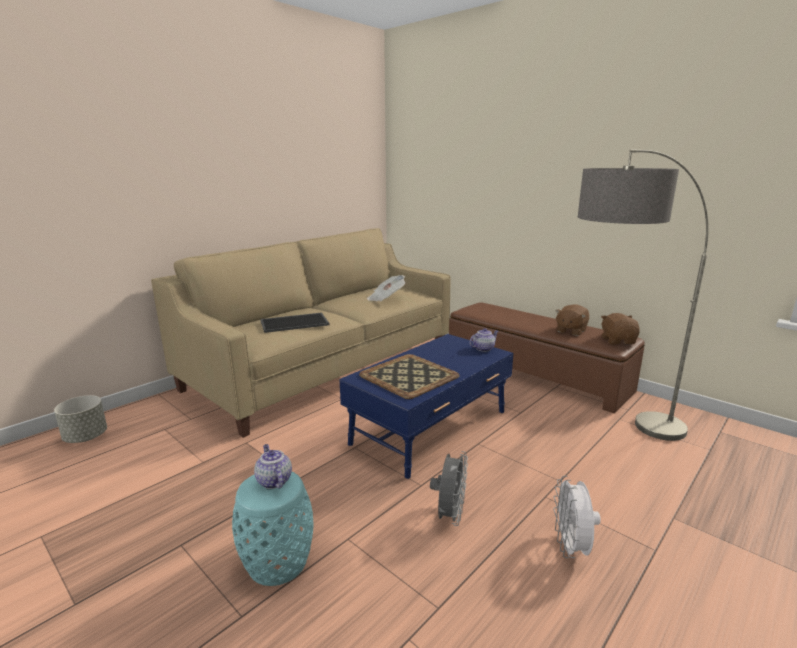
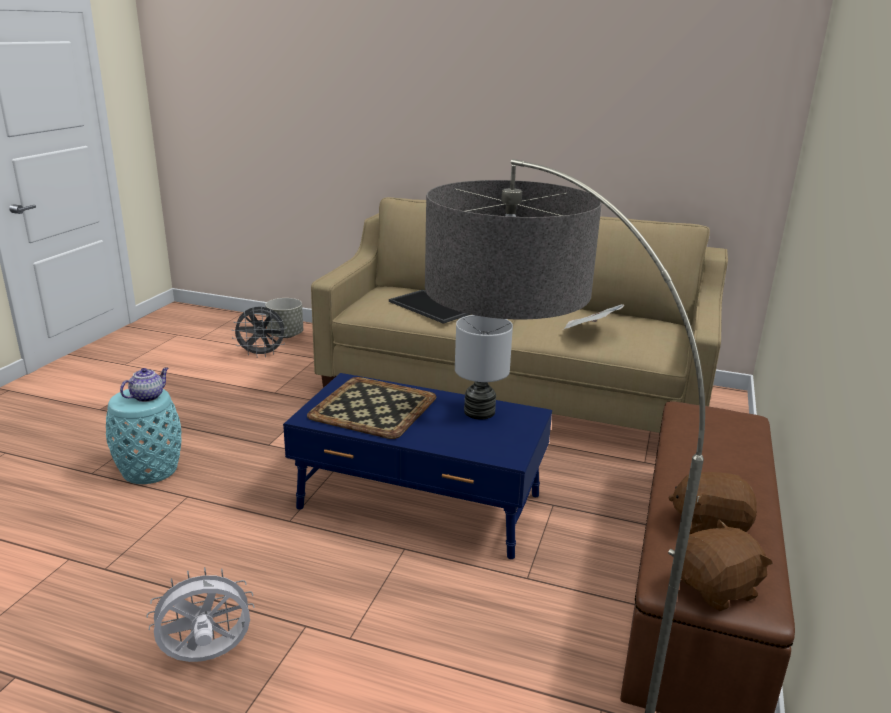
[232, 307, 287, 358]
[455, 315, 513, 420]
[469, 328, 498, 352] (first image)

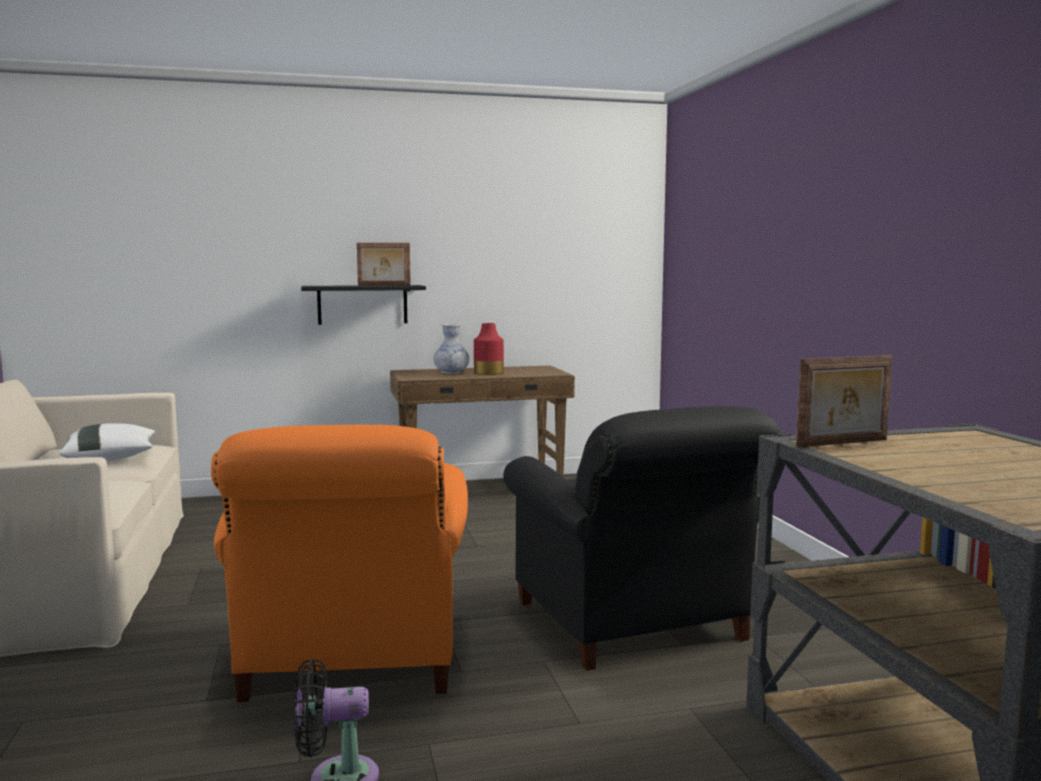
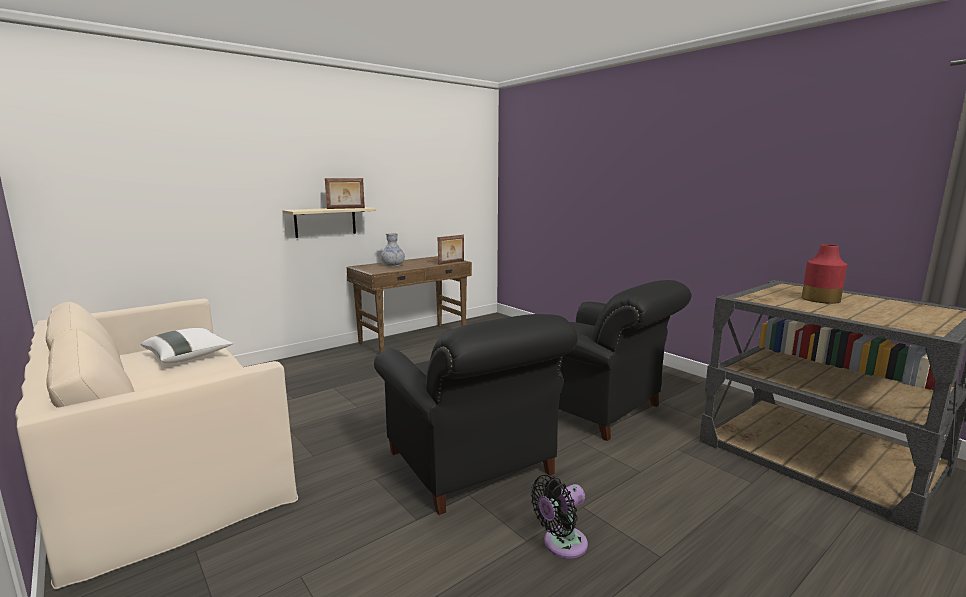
[282, 207, 376, 238]
[374, 314, 578, 515]
[438, 235, 464, 265]
[802, 244, 847, 304]

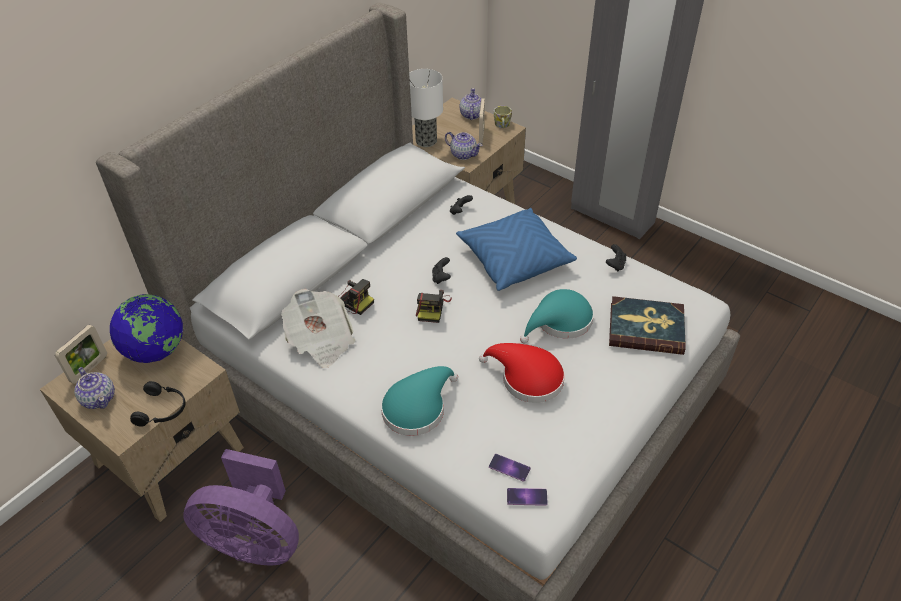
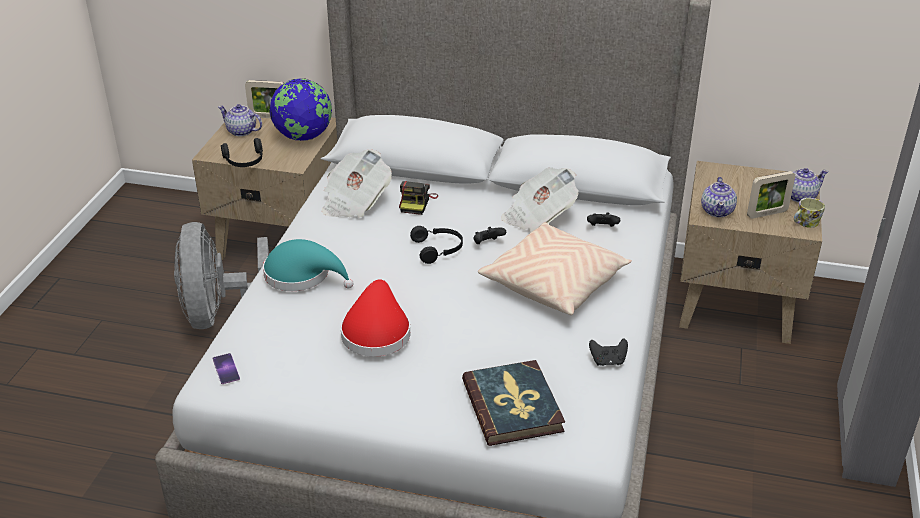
[174, 222, 269, 329]
[218, 104, 262, 136]
[410, 226, 463, 264]
[478, 222, 632, 315]
[501, 167, 579, 232]
[409, 69, 443, 147] (first image)
[489, 454, 531, 482] (first image)
[520, 289, 594, 343] (first image)

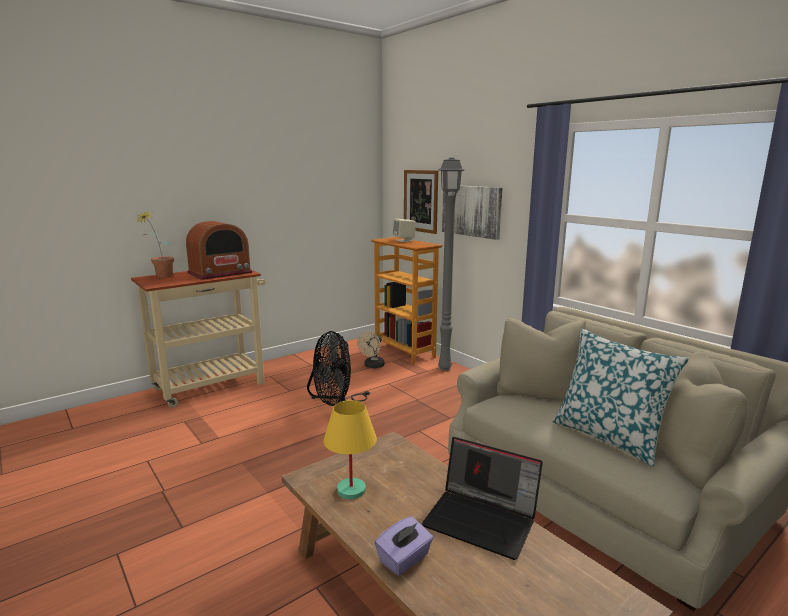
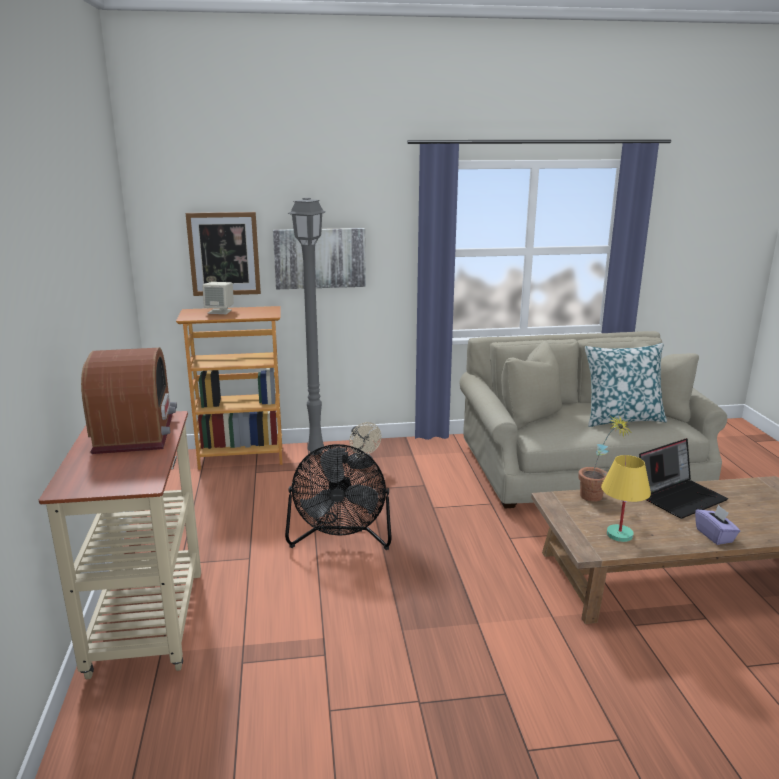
[348, 422, 381, 469]
[578, 416, 630, 502]

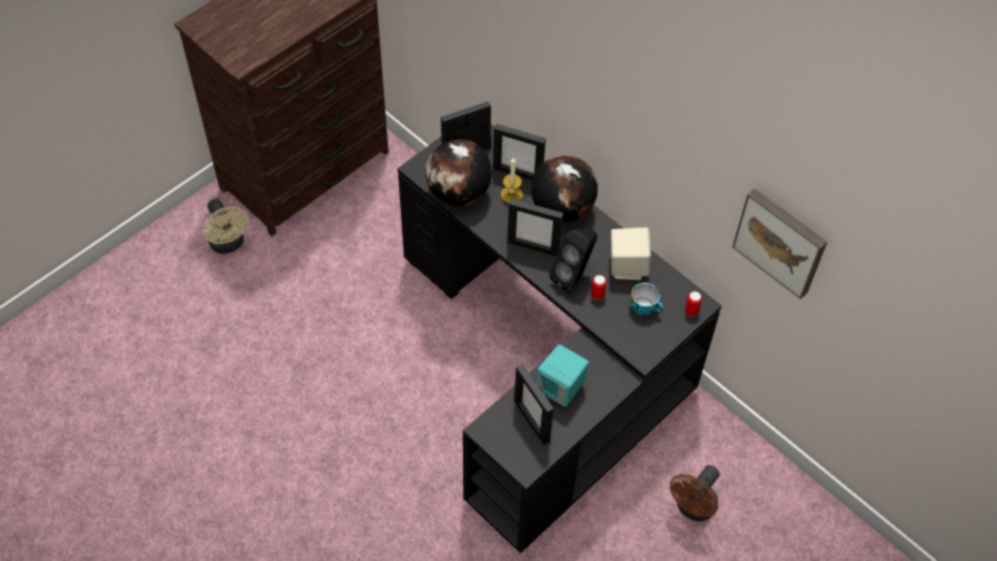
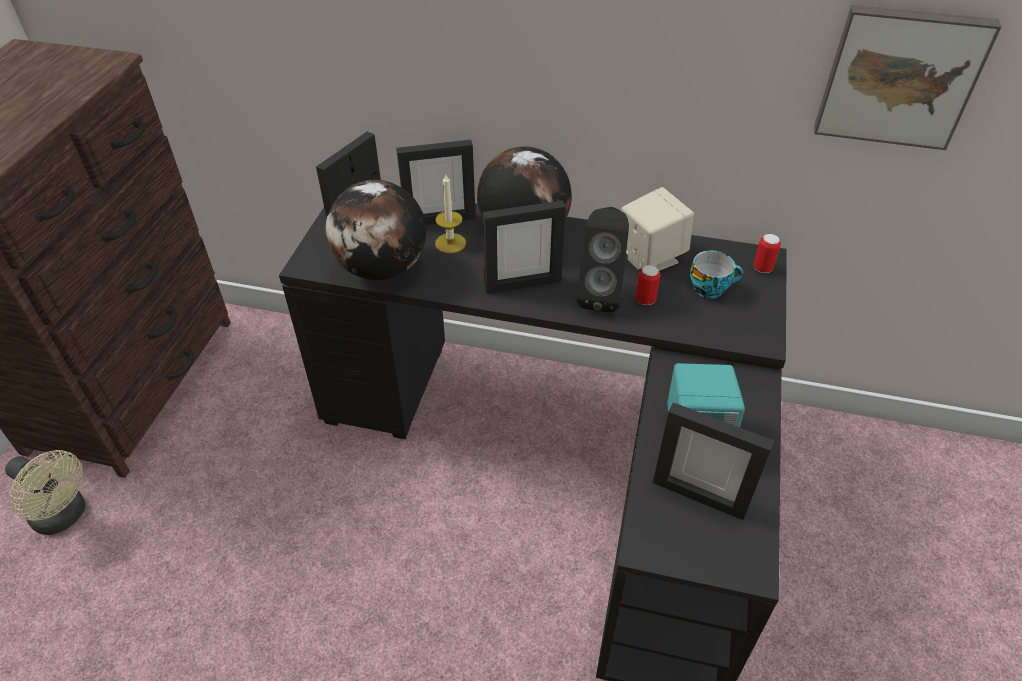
[670, 465, 720, 521] (first image)

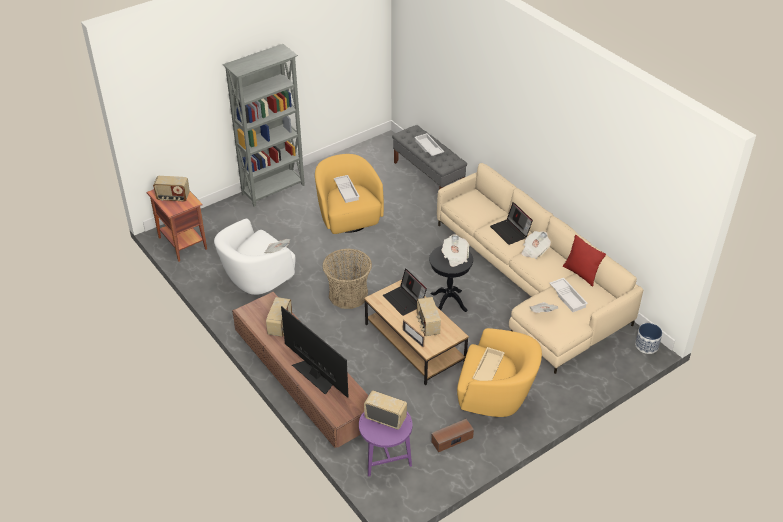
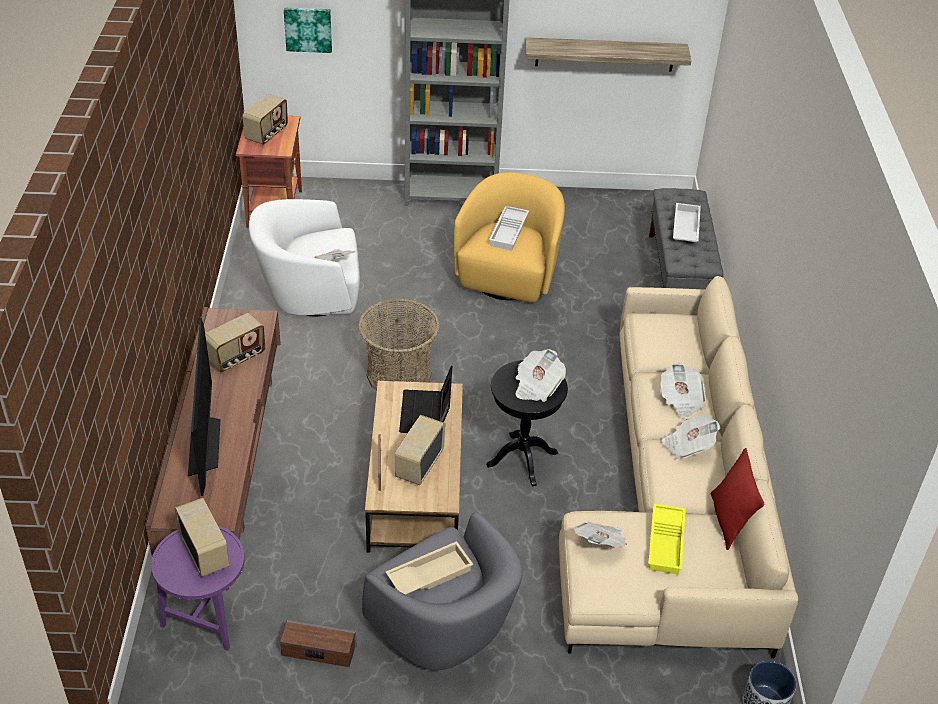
[242, 94, 288, 145]
[284, 7, 332, 53]
[362, 512, 523, 670]
[525, 37, 692, 72]
[648, 504, 686, 575]
[660, 363, 706, 419]

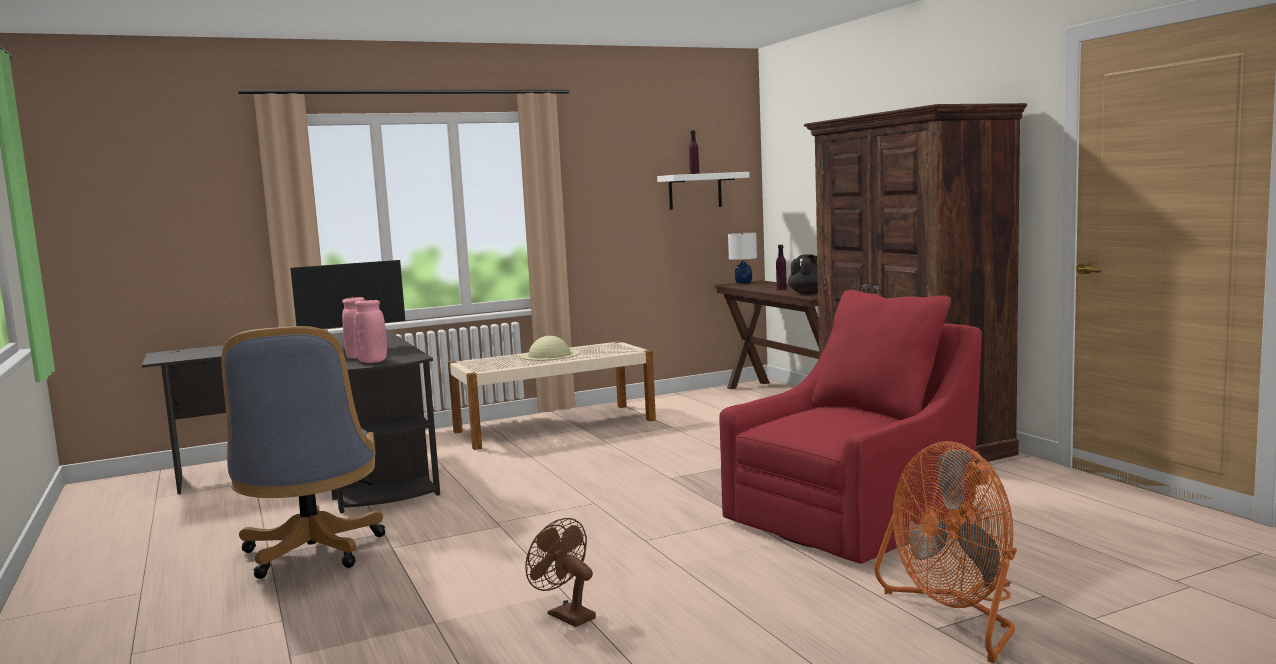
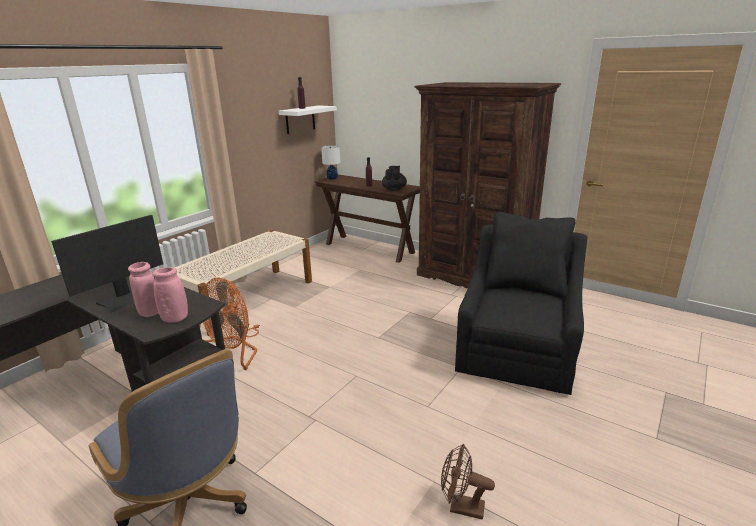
[199, 278, 260, 370]
[455, 212, 587, 395]
[520, 336, 579, 361] (first image)

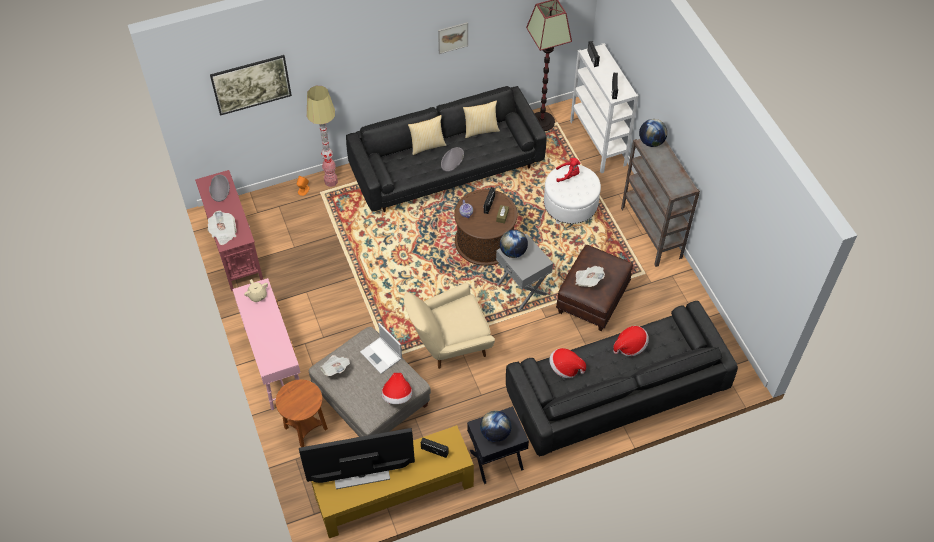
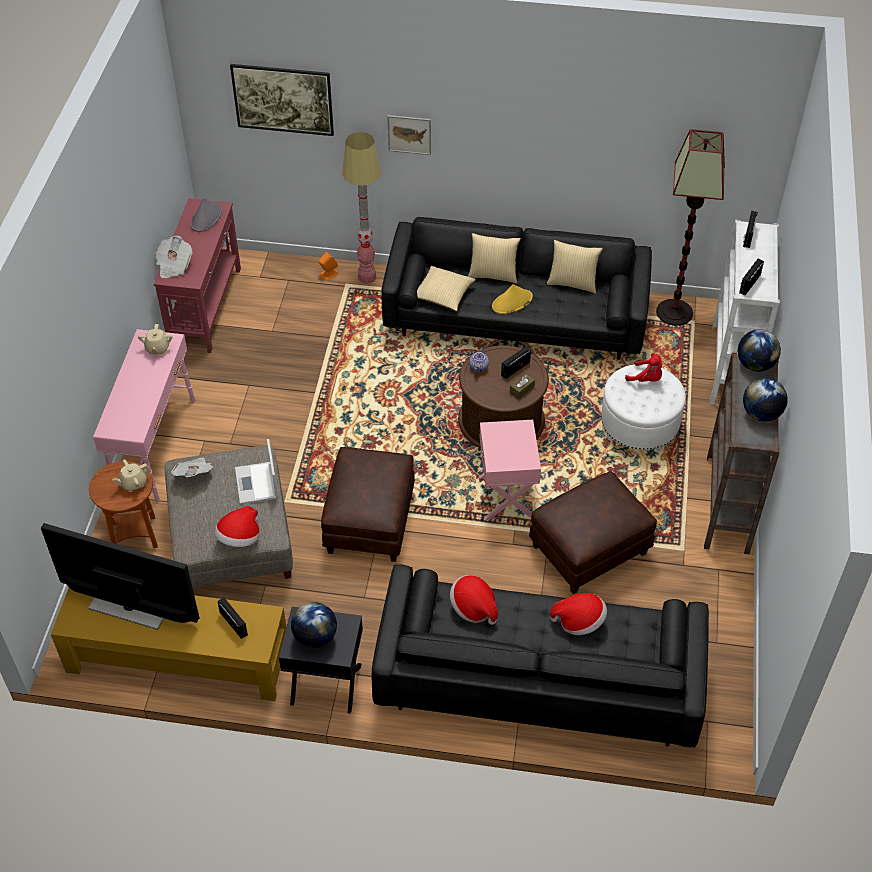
[112, 459, 150, 492]
[321, 447, 415, 562]
[387, 115, 431, 155]
[417, 266, 476, 311]
[479, 420, 541, 520]
[492, 284, 533, 314]
[743, 378, 788, 421]
[575, 266, 605, 287] (first image)

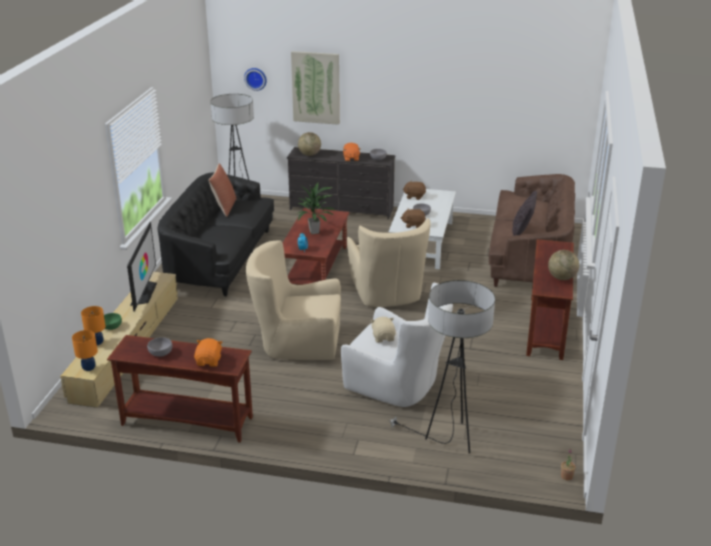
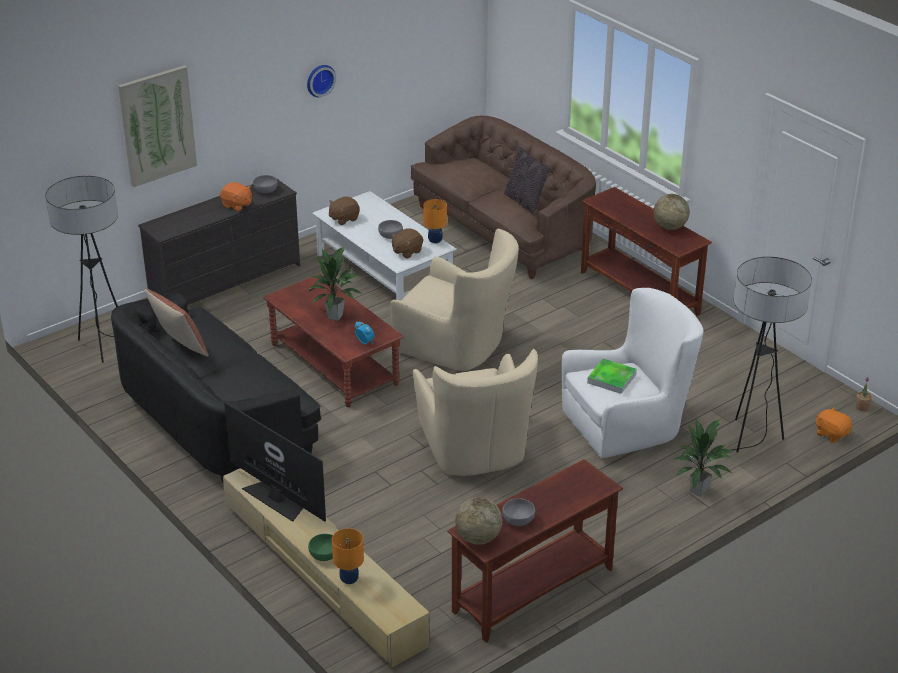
[307, 65, 336, 97]
[413, 349, 538, 476]
[423, 199, 447, 243]
[455, 497, 502, 545]
[587, 359, 637, 394]
[675, 419, 734, 497]
[816, 407, 852, 443]

